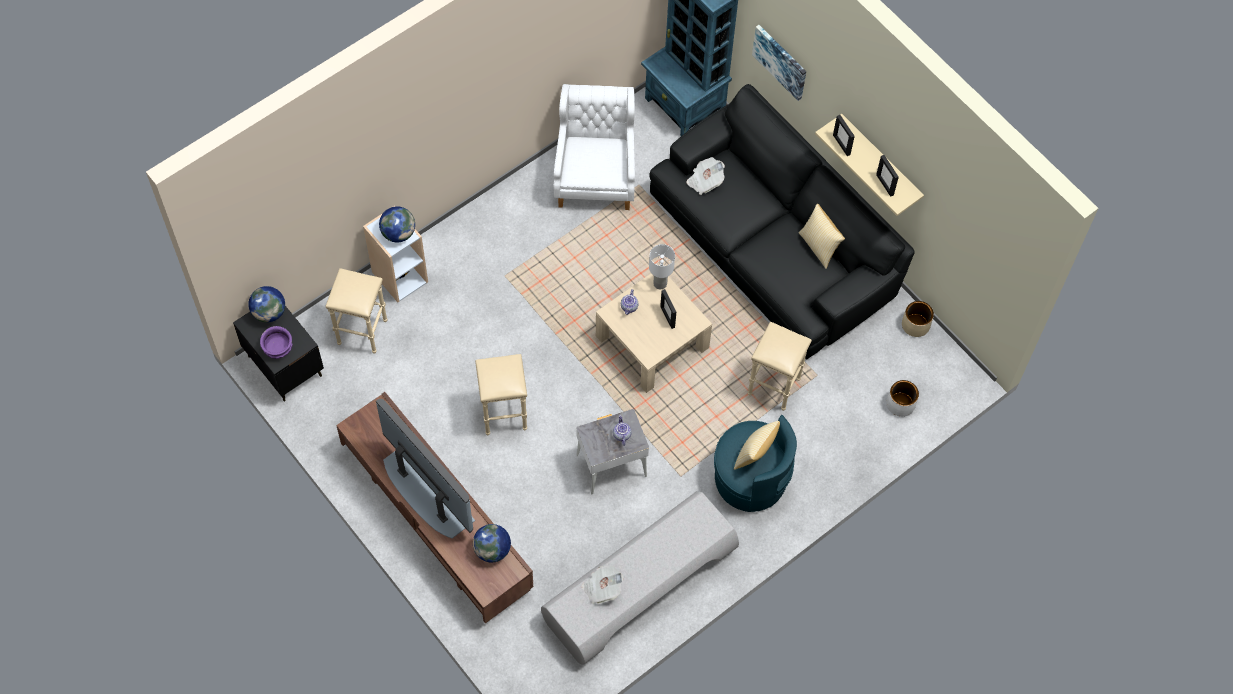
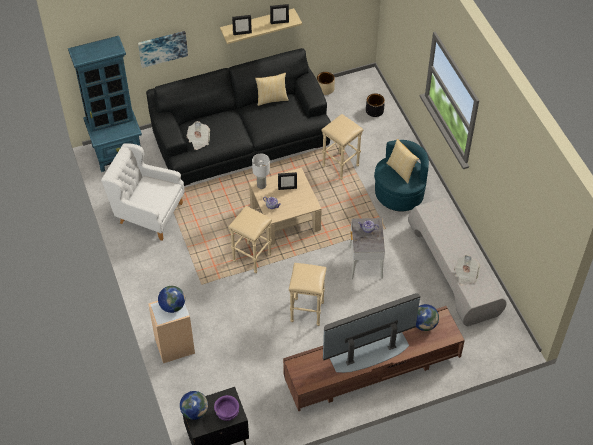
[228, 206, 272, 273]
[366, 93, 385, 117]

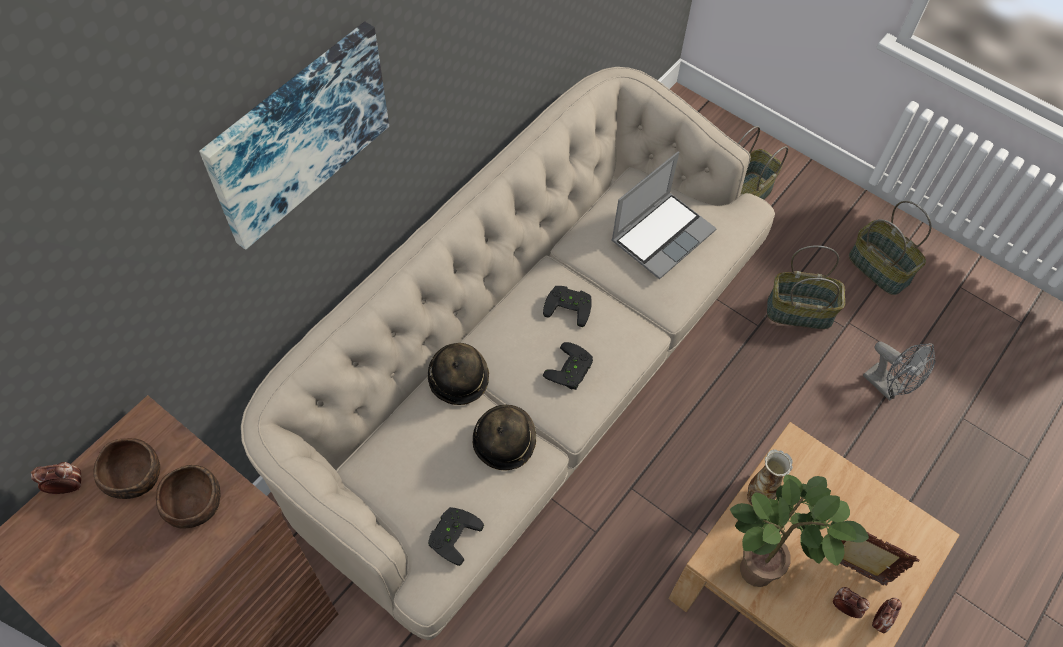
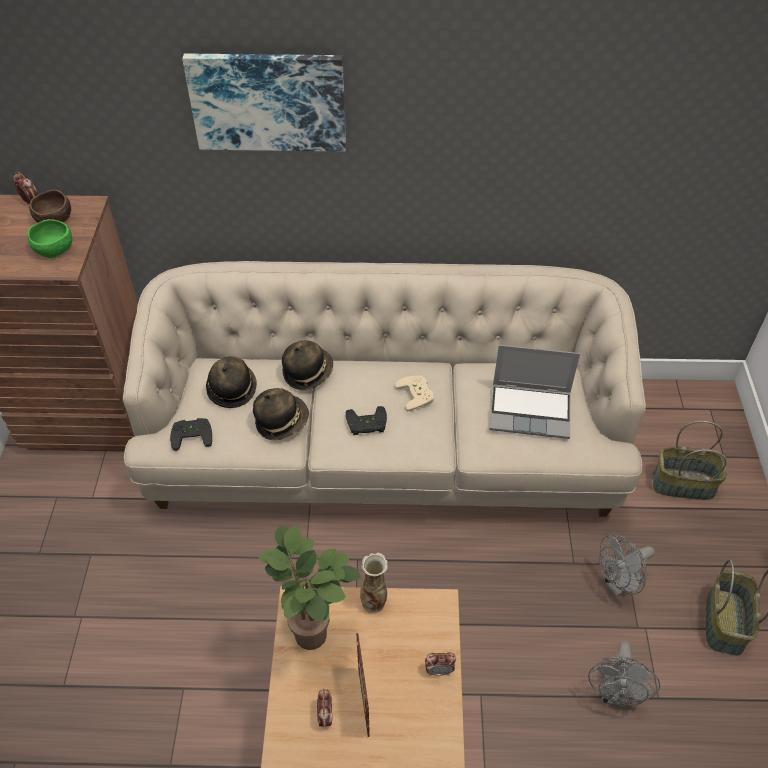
[27, 219, 72, 258]
[206, 356, 257, 408]
[395, 375, 434, 411]
[425, 652, 456, 676]
[599, 534, 655, 597]

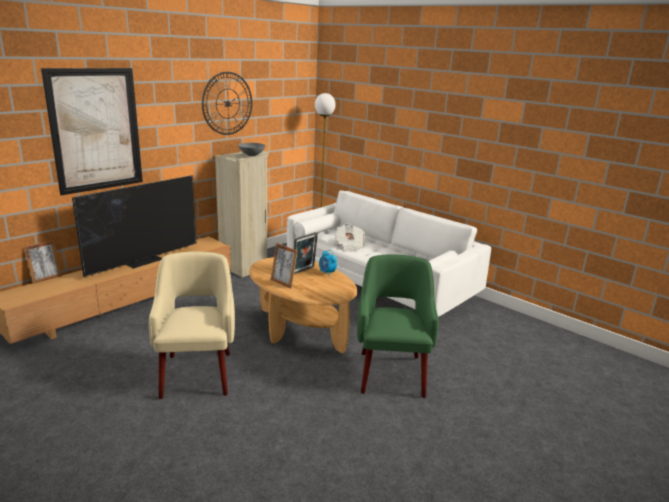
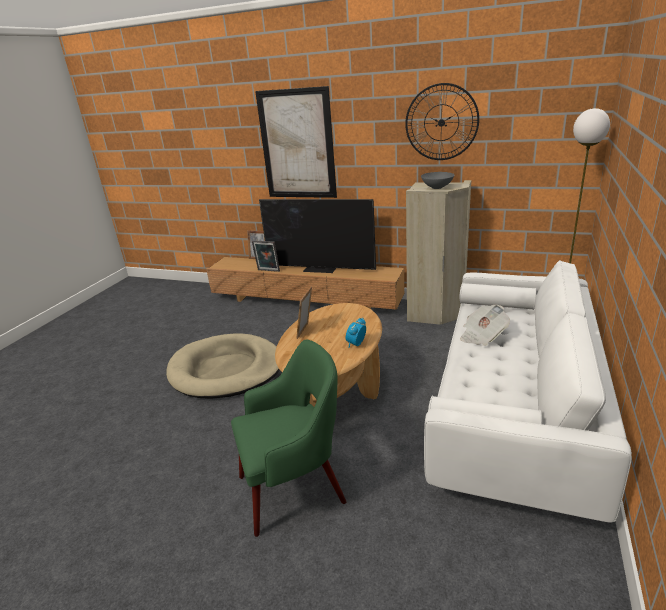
[166, 333, 280, 399]
[252, 240, 280, 272]

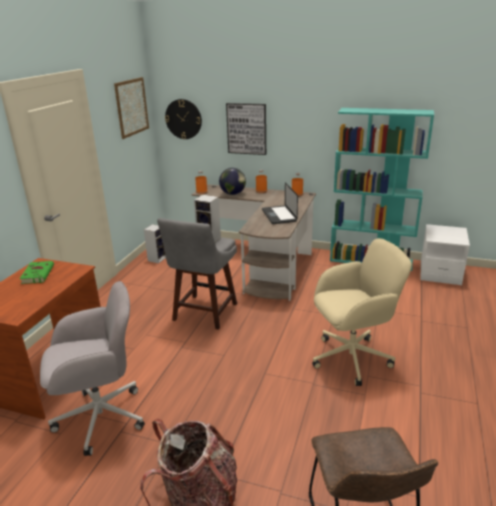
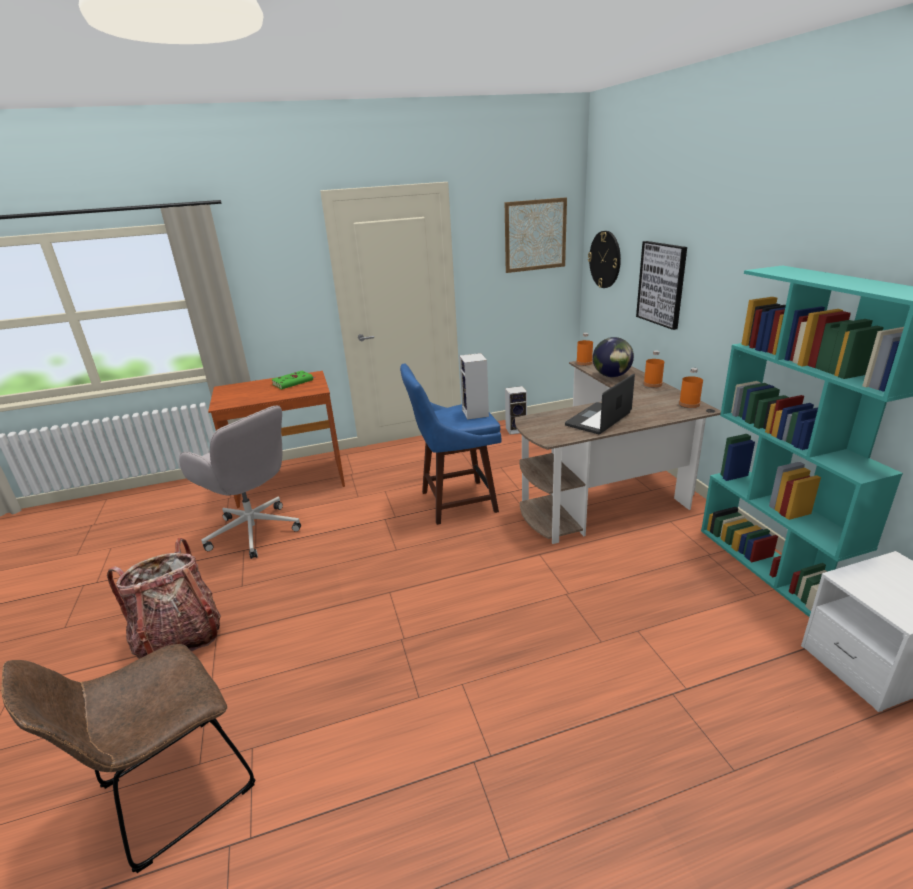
[400, 364, 502, 525]
[312, 238, 412, 386] (first image)

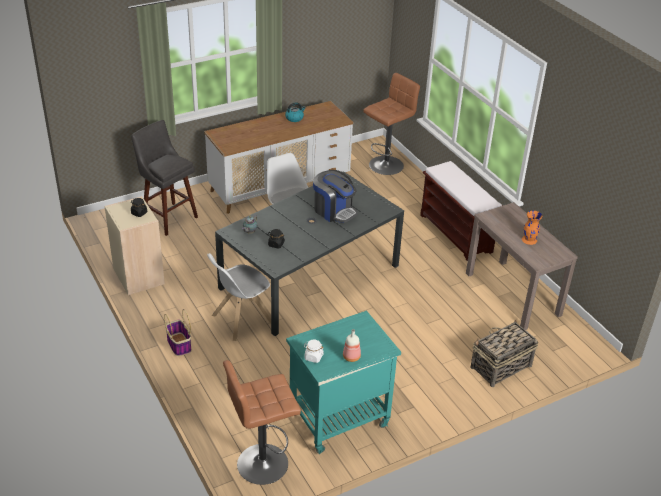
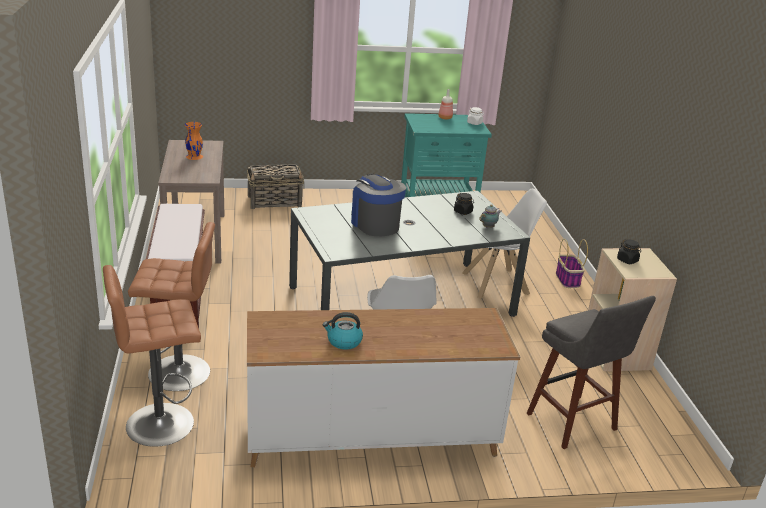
[128, 222, 215, 391]

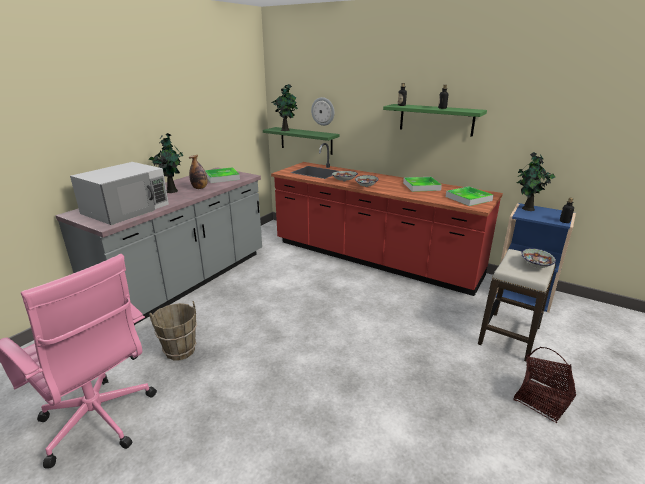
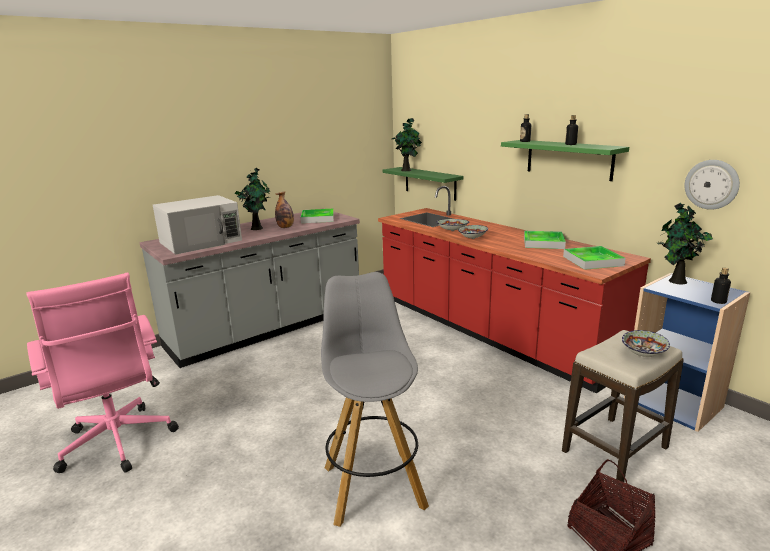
[321, 272, 429, 527]
[684, 160, 740, 210]
[149, 301, 197, 361] (first image)

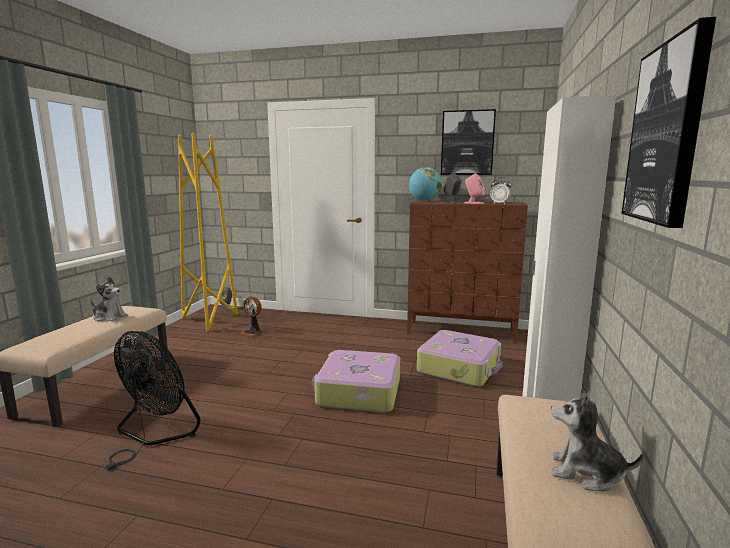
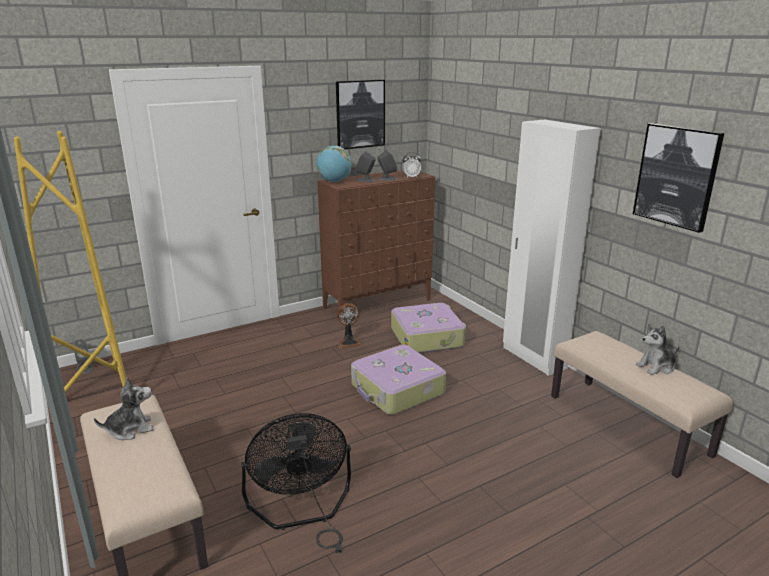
[337, 303, 362, 348]
[377, 150, 397, 181]

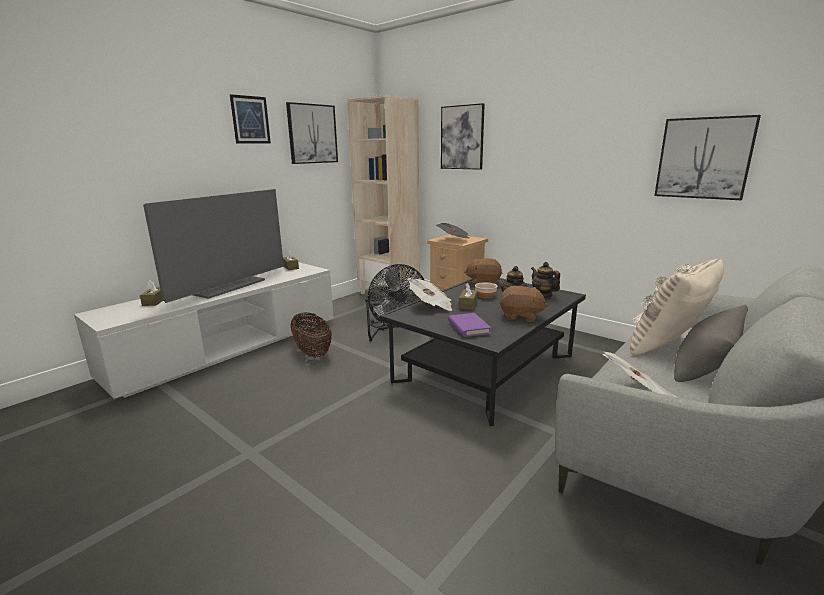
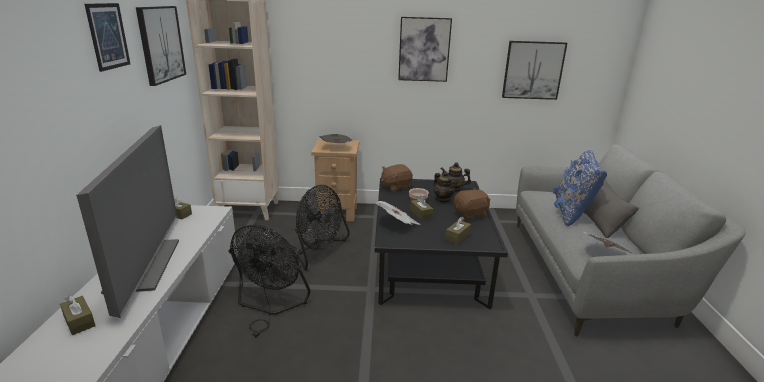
[228, 225, 310, 338]
[398, 17, 452, 82]
[445, 217, 471, 244]
[552, 150, 607, 226]

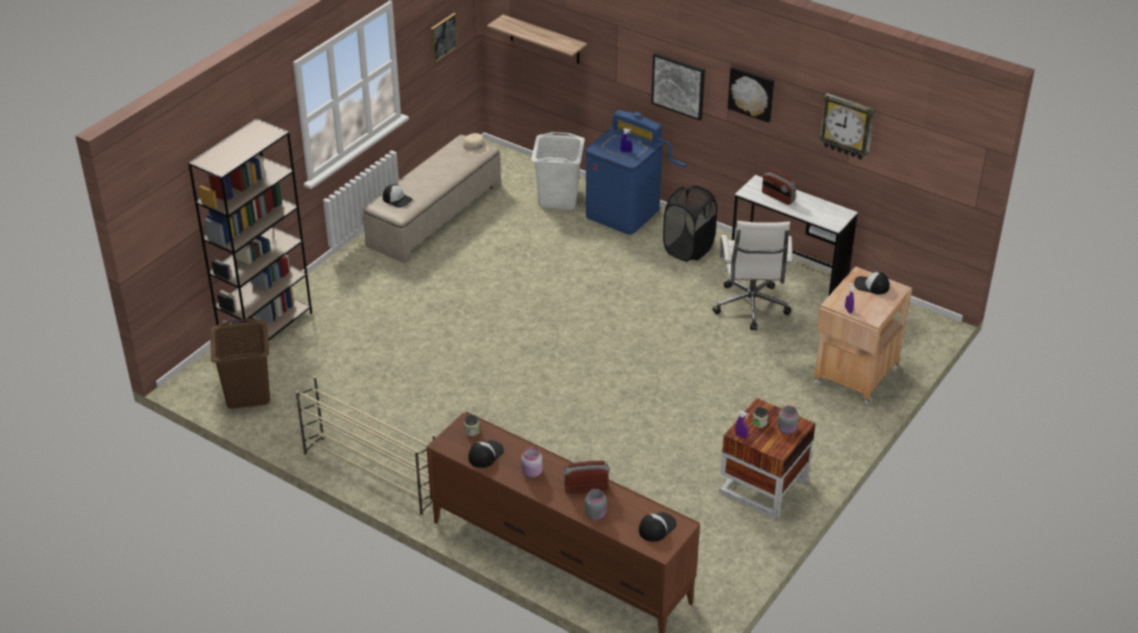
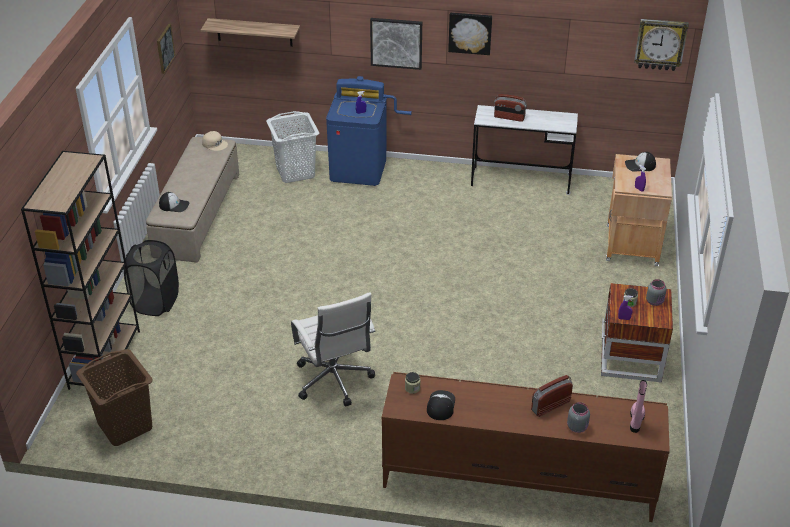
[124, 240, 179, 316]
[291, 292, 376, 407]
[630, 380, 647, 433]
[634, 19, 689, 71]
[295, 376, 435, 517] (first image)
[521, 447, 543, 478] (first image)

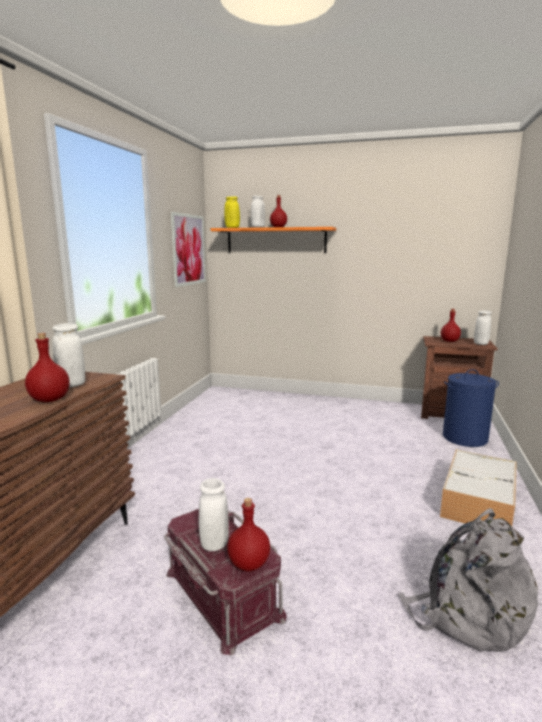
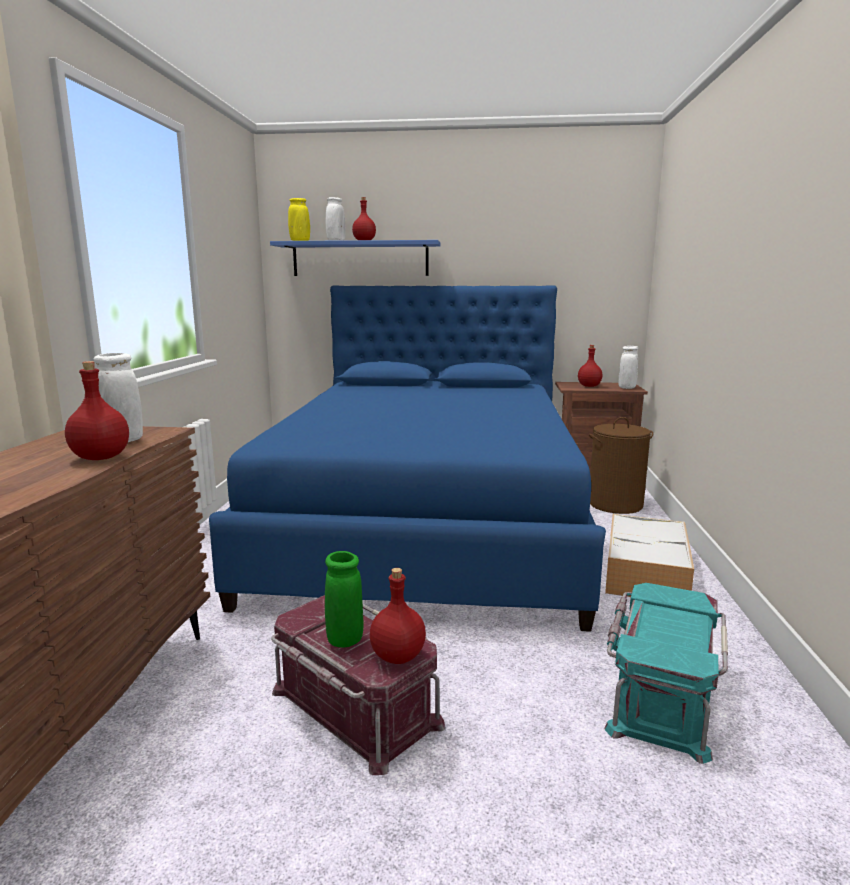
[209, 286, 606, 632]
[270, 240, 441, 276]
[325, 551, 363, 647]
[589, 417, 653, 514]
[604, 583, 728, 764]
[171, 212, 206, 287] (first image)

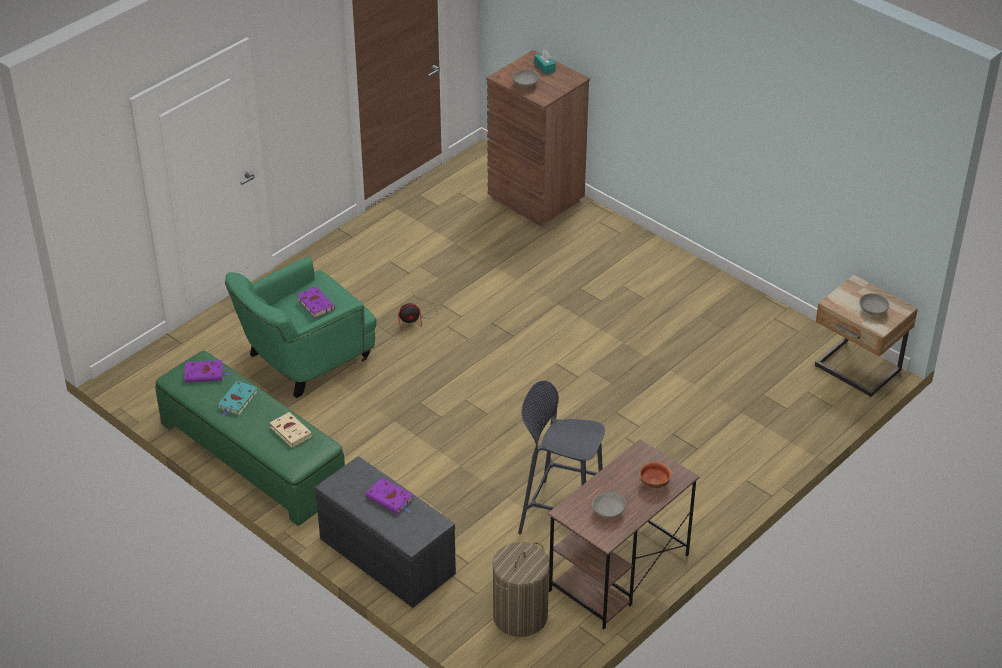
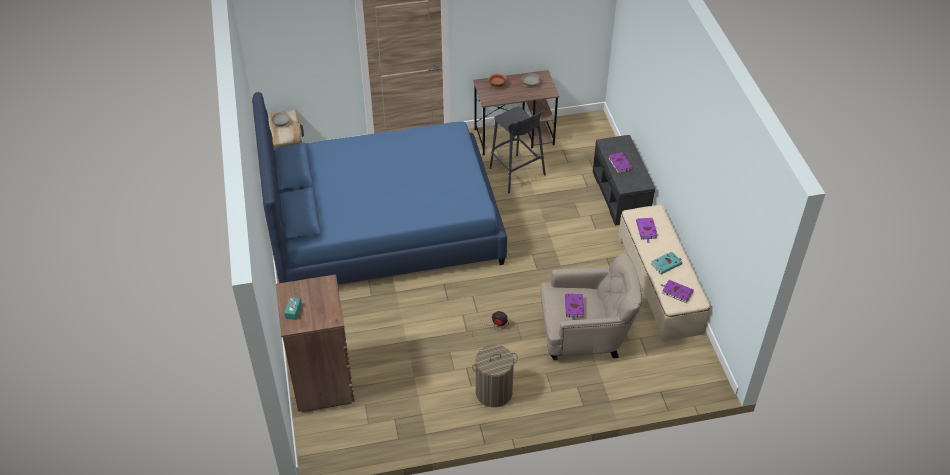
[252, 92, 507, 285]
[472, 345, 518, 407]
[541, 253, 642, 360]
[618, 205, 711, 341]
[636, 218, 658, 243]
[512, 70, 539, 88] (first image)

